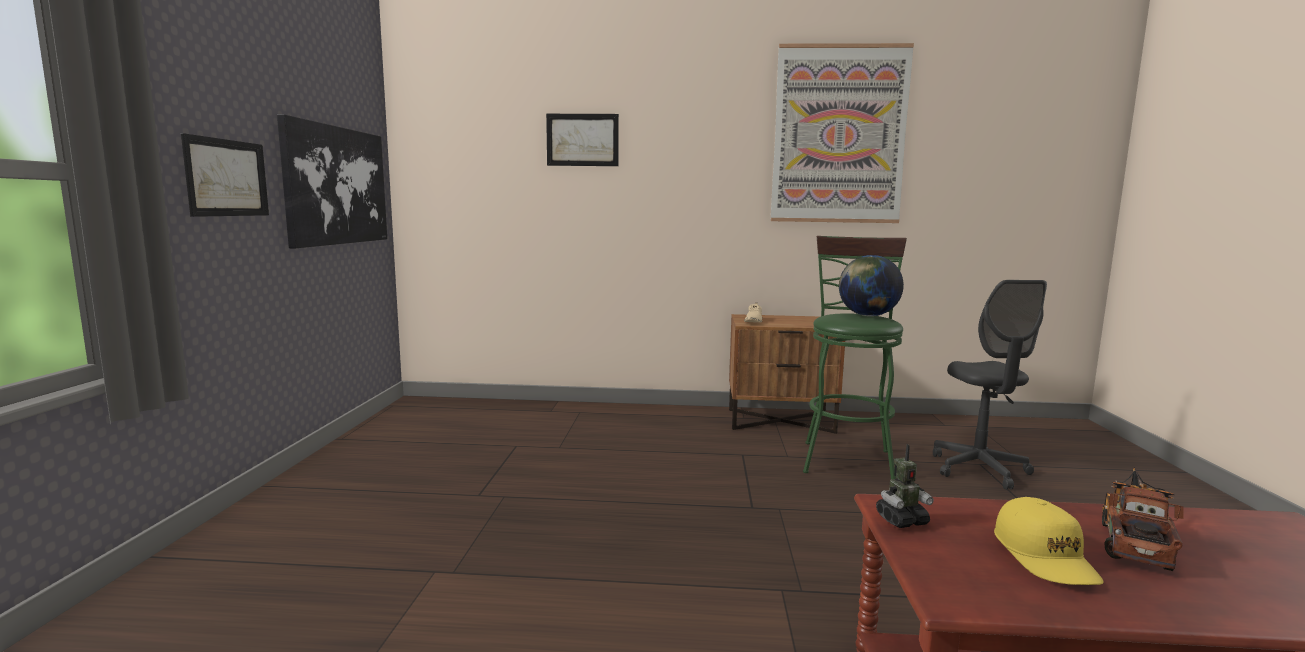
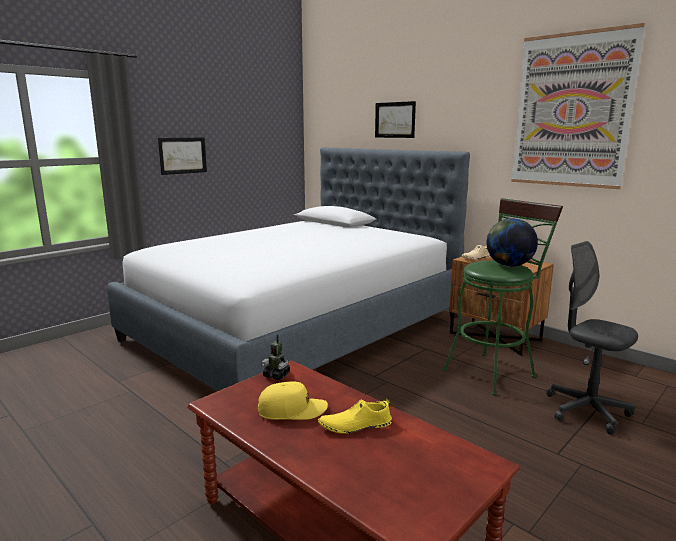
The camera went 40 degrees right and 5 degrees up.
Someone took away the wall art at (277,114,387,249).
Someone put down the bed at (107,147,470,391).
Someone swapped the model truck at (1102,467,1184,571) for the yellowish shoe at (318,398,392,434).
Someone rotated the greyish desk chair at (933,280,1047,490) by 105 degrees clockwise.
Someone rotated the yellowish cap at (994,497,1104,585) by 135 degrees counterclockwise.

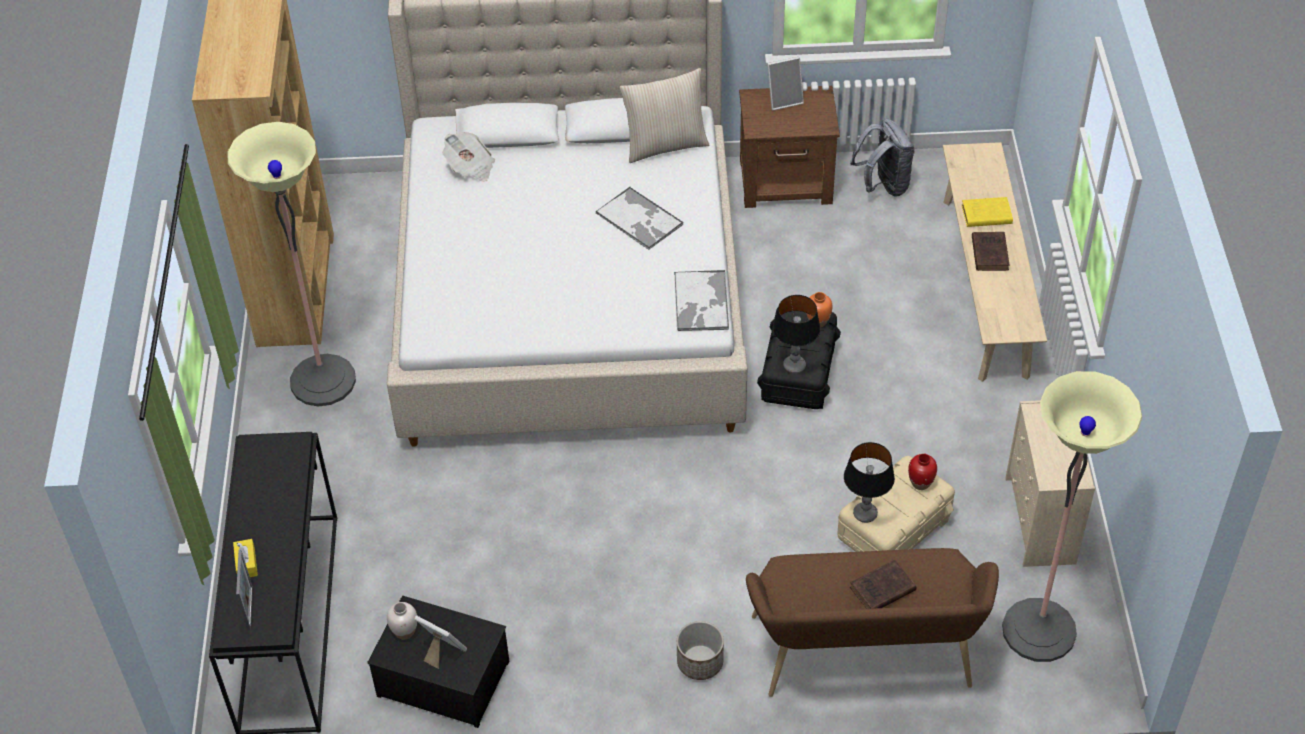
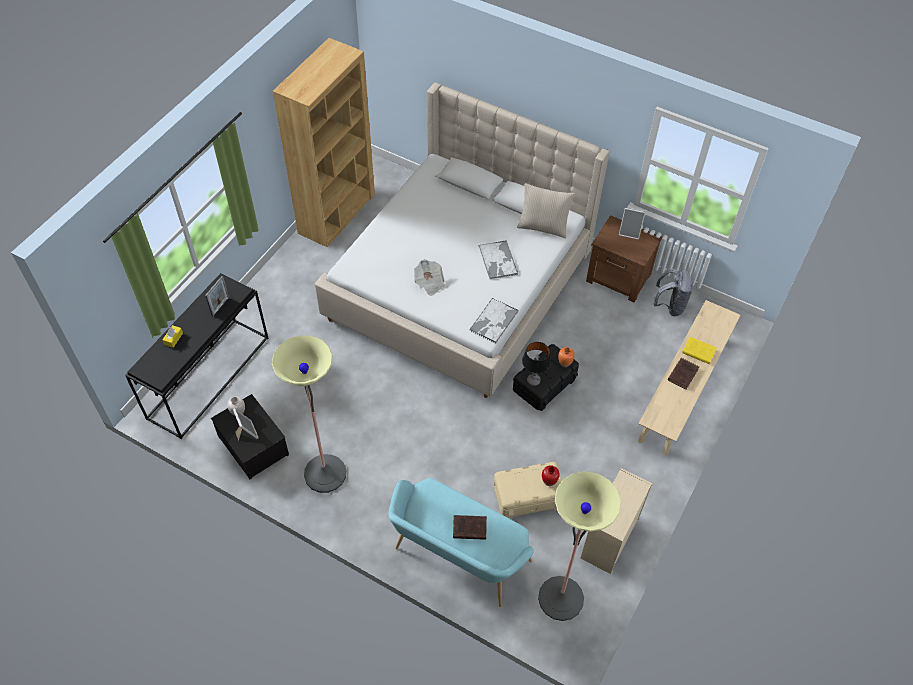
The camera went 30 degrees right and 5 degrees up.
Someone took away the flower pot at (677,621,724,680).
Someone took away the table lamp at (844,442,895,523).
Someone carried the standing lamp from (227,122,356,407) to (272,336,346,493).
Someone carried the picture frame from (236,550,253,630) to (205,276,229,317).
Someone carried the printed paper from (442,132,495,182) to (414,259,445,296).
Someone repainted the brown bench at (746,548,999,697), which became the turquoise-coloured bench at (388,478,534,607).

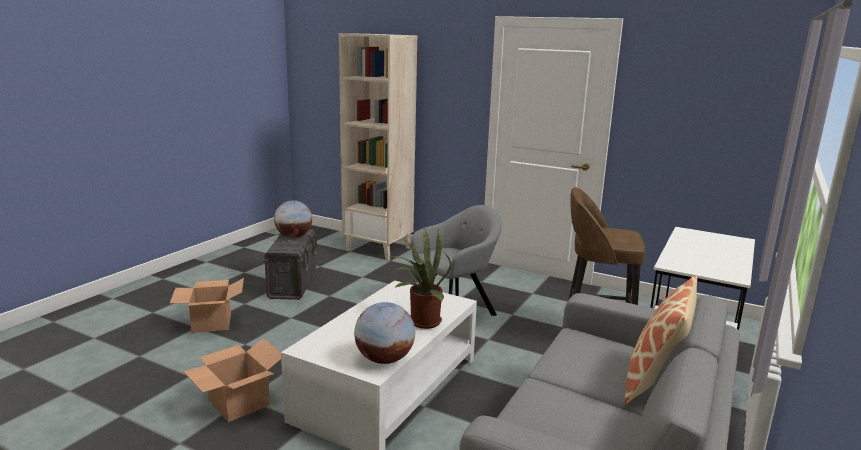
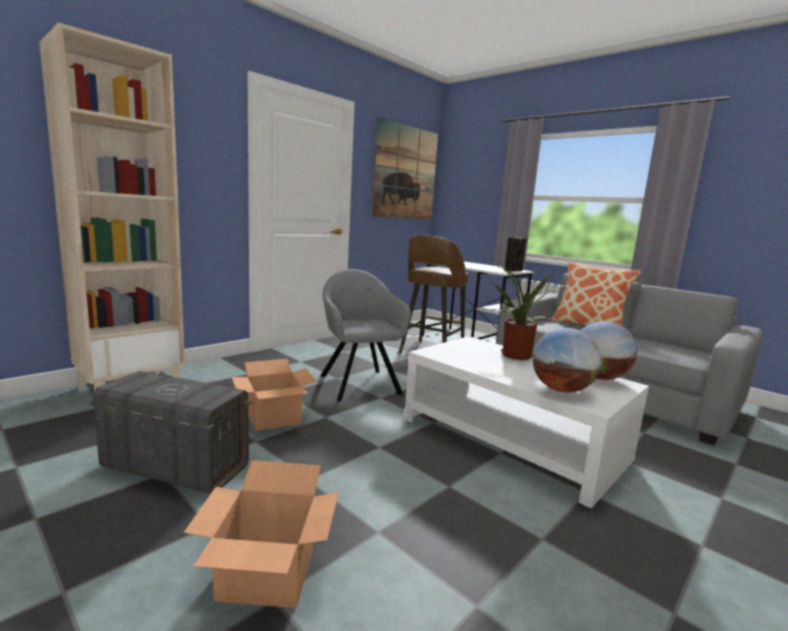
The camera went 75 degrees left and 5 degrees down.
Someone put up the wall art at (372,117,438,220).
Someone put down the black speaker at (504,238,527,272).
Someone carried the packing box from (184,338,281,422) to (232,359,317,431).
Someone carried the globe from (274,200,312,238) to (532,328,601,392).

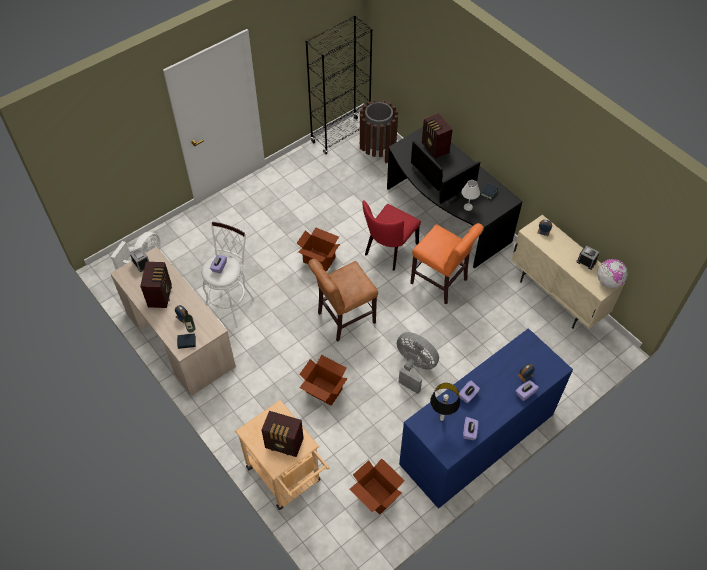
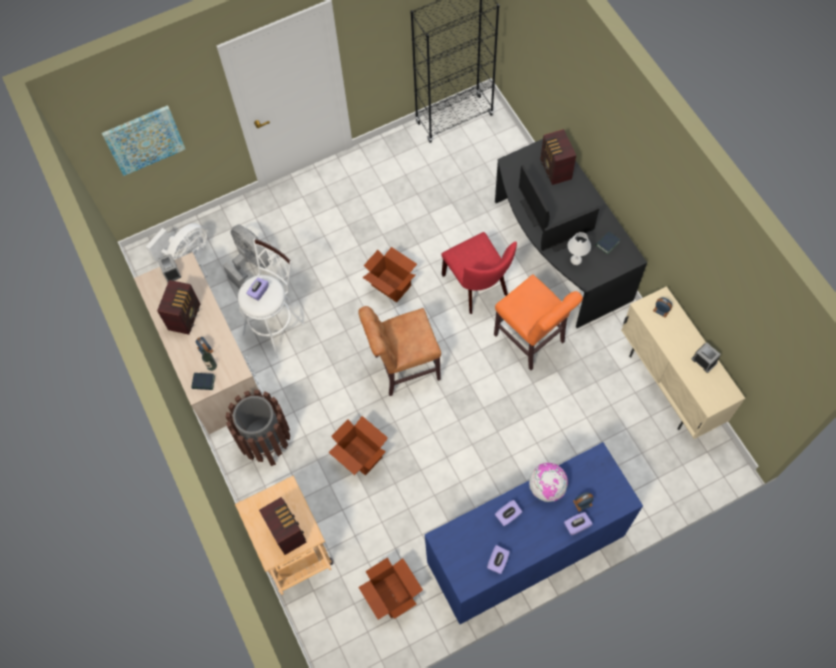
The camera went 15 degrees right and 10 degrees up.
Someone took away the table lamp at (430,383,460,421).
Someone put up the wall art at (102,105,186,176).
Someone carried the brown trash can from (360,100,398,163) to (226,390,290,466).
Someone carried the greyish electric fan from (397,332,439,394) to (223,224,271,289).
Someone carried the globe from (597,259,628,288) to (529,463,568,502).
Someone rotated the radio at (261,411,304,457) by 150 degrees counterclockwise.
Someone rotated the red-coloured plain chair at (362,200,421,270) by 75 degrees counterclockwise.

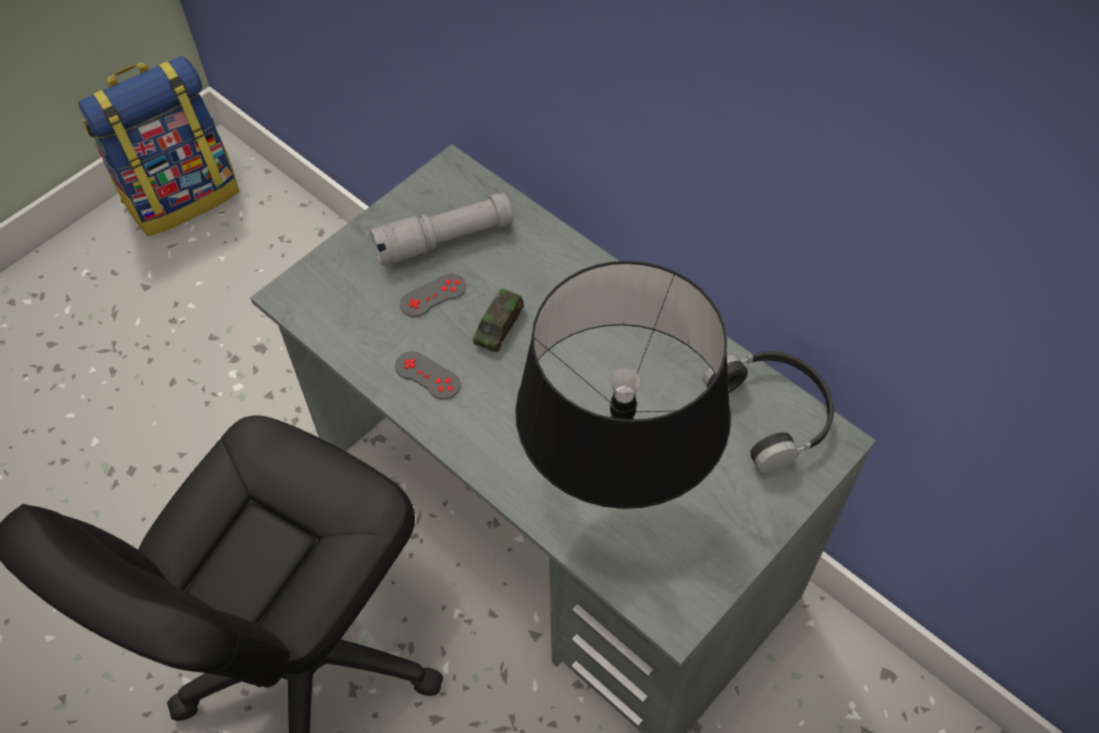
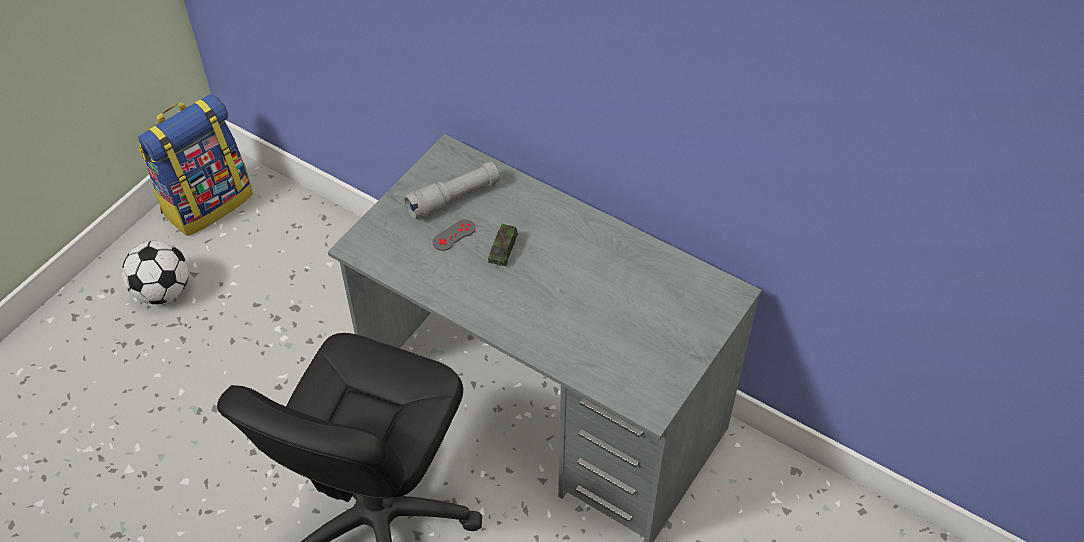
The camera went 10 degrees left and 5 degrees down.
Someone took away the greyish joypad at (395,351,461,400).
Someone took away the black table lamp at (515,261,731,509).
Someone took away the black pair of headphones at (703,351,834,473).
Someone put down the football at (122,241,189,304).

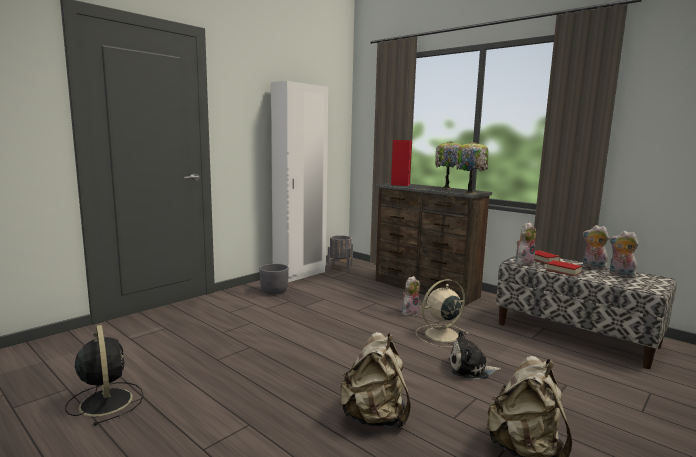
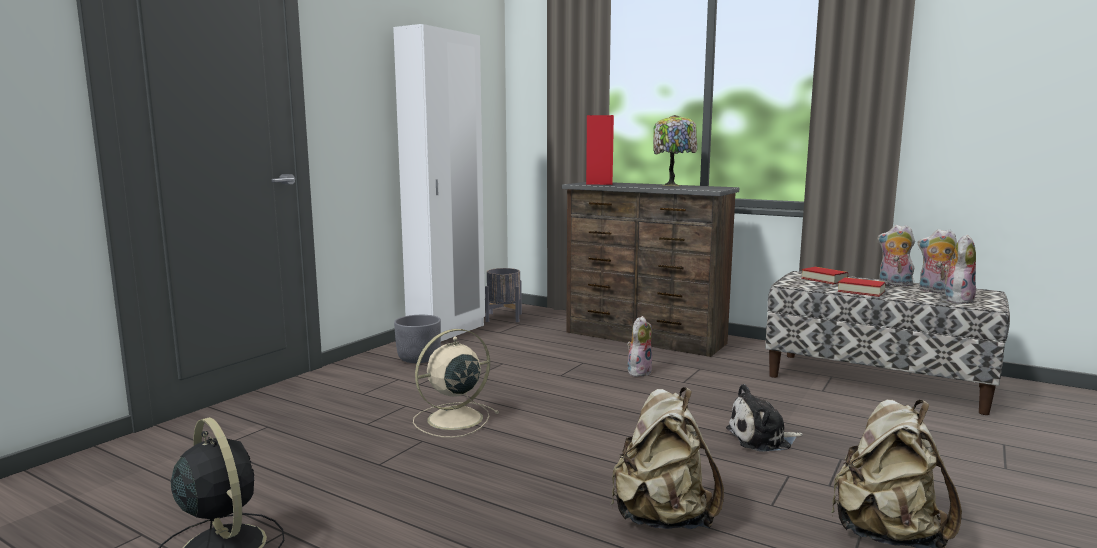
The camera went 10 degrees left and 0 degrees up.
Someone took away the table lamp at (456,142,489,194).
Someone carried the beige-coloured electric fan from (416,279,469,347) to (413,329,500,438).
Someone carried the soft toy from (515,222,537,266) to (944,234,976,304).

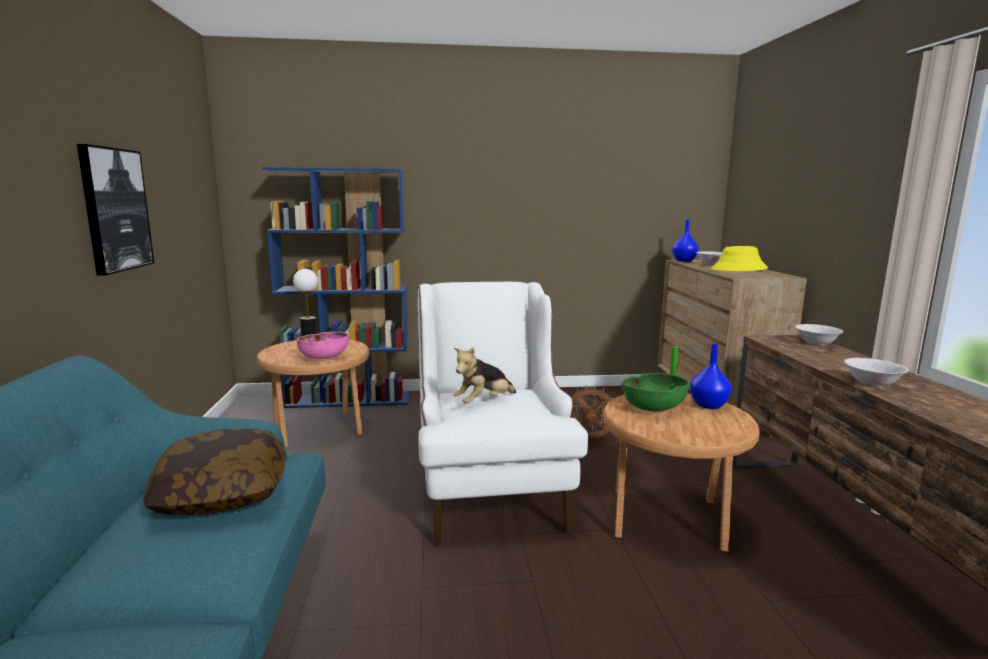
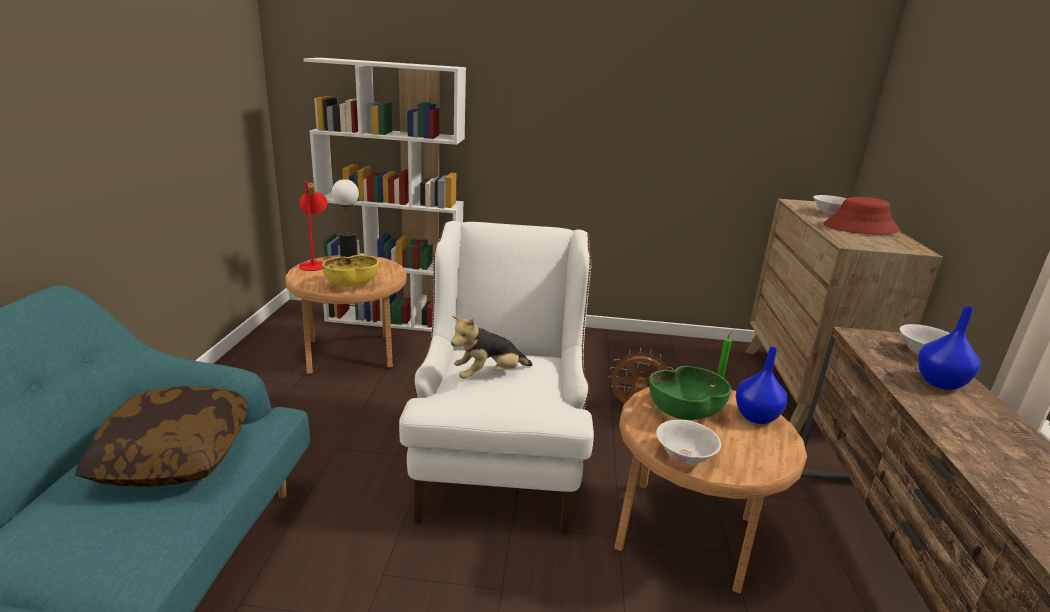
The camera went 10 degrees right and 10 degrees up.
Someone took away the wall art at (77,144,154,275).
Someone put down the red-coloured table lamp at (299,181,327,271).
Someone carried the bluish vase from (672,220,699,262) to (918,306,981,390).
Someone carried the white deep dish from (844,358,908,387) to (656,420,721,464).
Someone repainted the bluish shelving unit at (262,167,409,408), which became the white shelving unit at (304,58,466,332).
Someone repainted the pinkish deep dish at (297,332,349,359), which became the yellowish deep dish at (322,255,379,287).
Someone repainted the yellowish clothing hat at (711,246,768,271), which became the red-coloured clothing hat at (823,197,900,234).

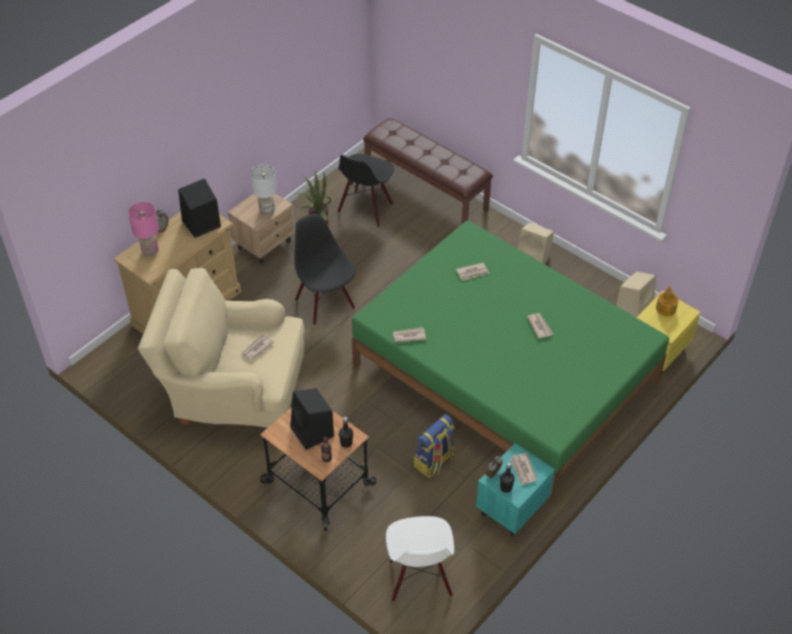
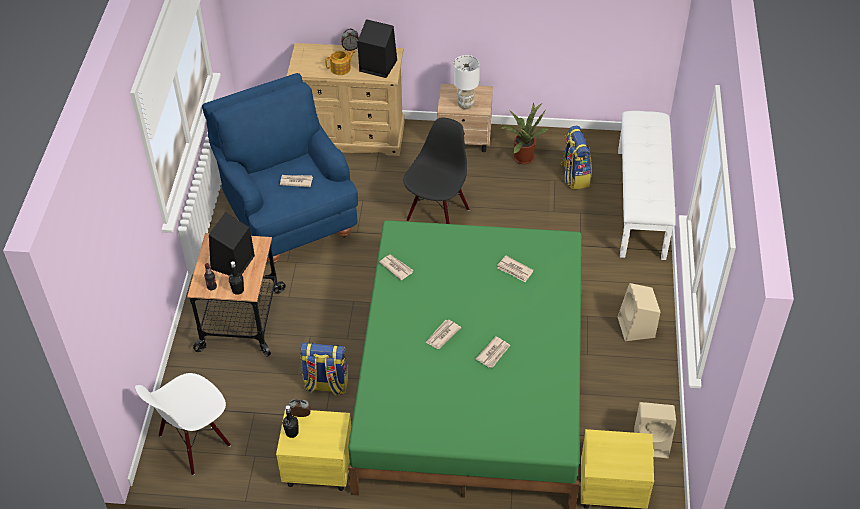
The camera went 55 degrees right and 0 degrees up.
Someone took away the pinkish table lamp at (128,202,159,257).
Someone carried the printed paper from (510,453,537,485) to (426,320,461,349).
Someone carried the pot for tea from (656,286,679,316) to (325,50,355,75).
Someone swapped the black plain chair at (337,154,394,227) for the knapsack at (560,126,592,189).
Someone repainted the beige-coloured armchair at (138,268,305,428), which became the bluish armchair at (202,73,358,264).
Someone repainted the brown bench at (363,118,493,224), which became the white bench at (618,111,676,260).
Someone repainted the turquoise-coloured nightstand at (476,443,555,537), which became the yellowish nightstand at (276,408,351,491).

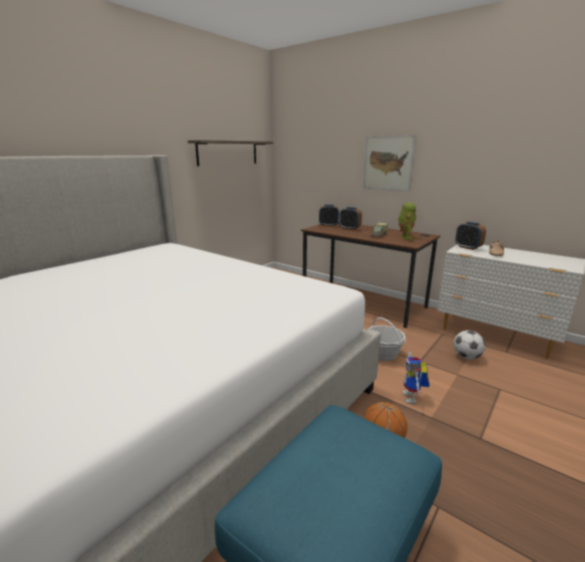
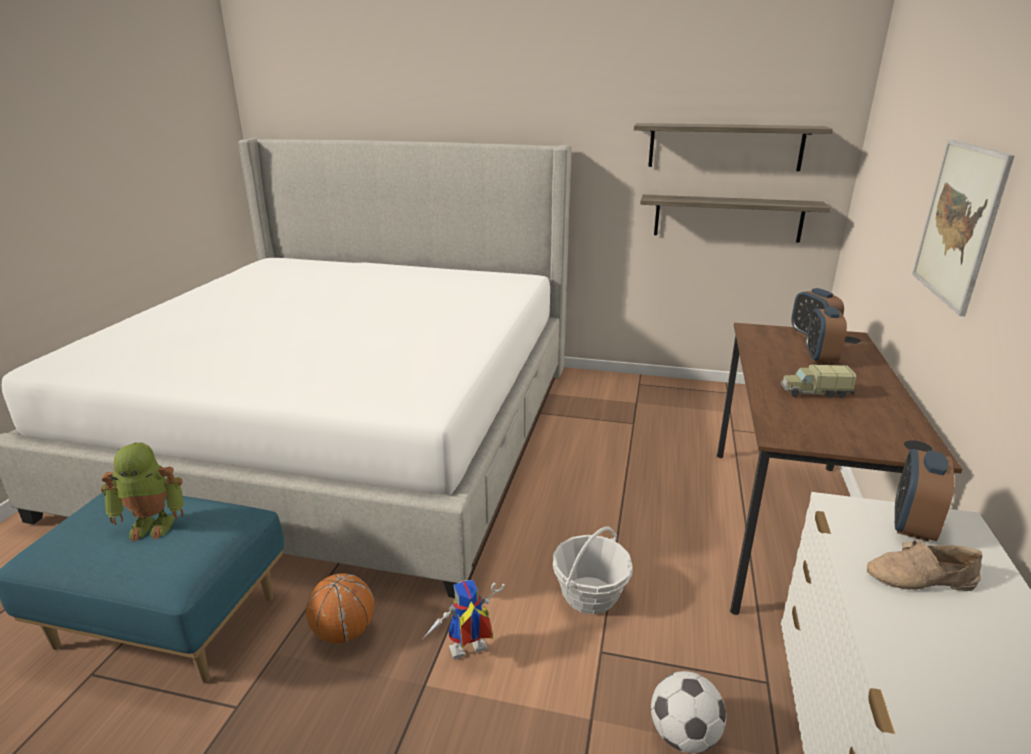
The camera went 65 degrees right and 5 degrees up.
Someone put up the wall shelf at (640,195,831,243).
Someone carried the robot figure from (398,202,416,240) to (101,442,184,542).

